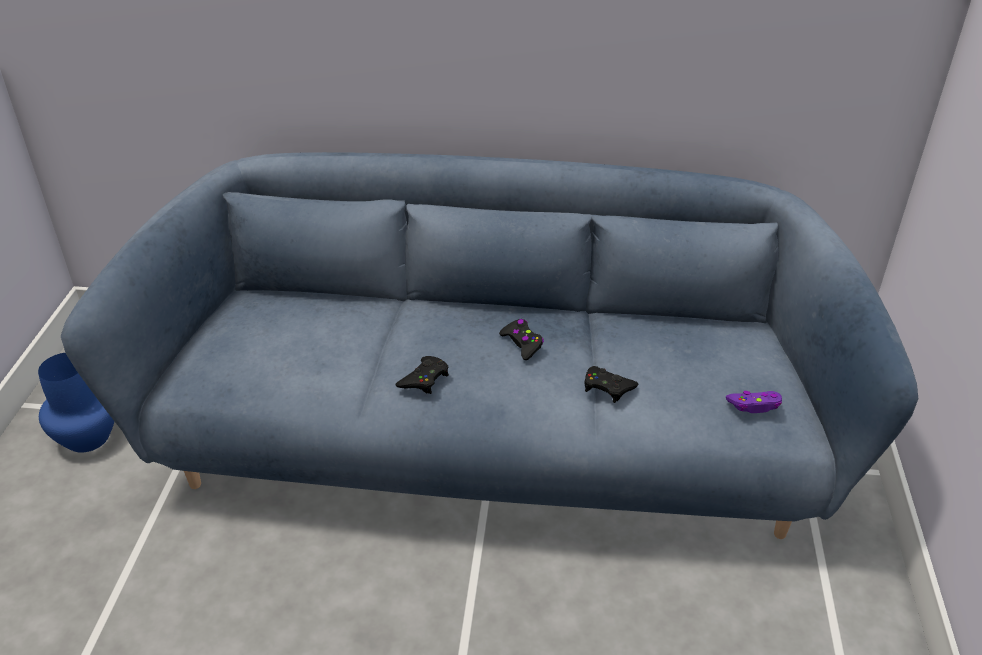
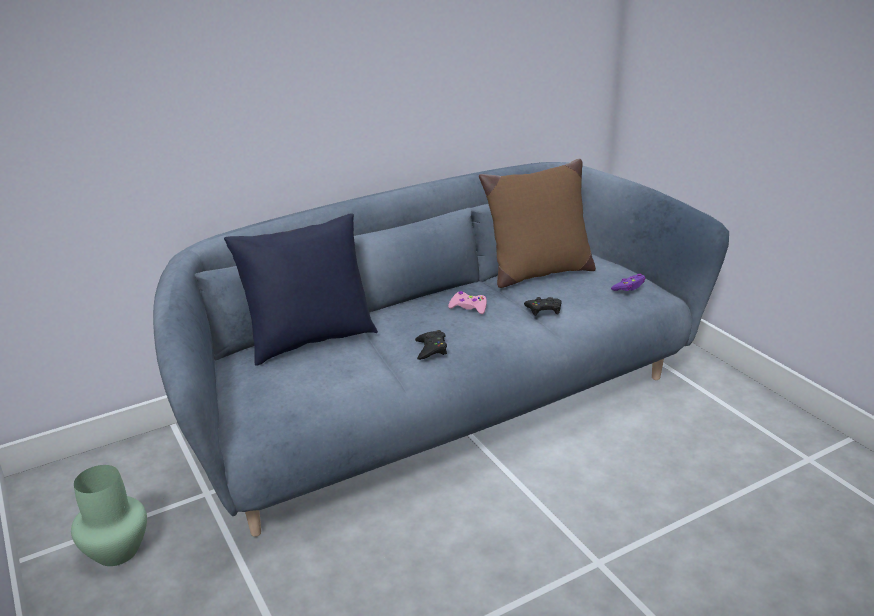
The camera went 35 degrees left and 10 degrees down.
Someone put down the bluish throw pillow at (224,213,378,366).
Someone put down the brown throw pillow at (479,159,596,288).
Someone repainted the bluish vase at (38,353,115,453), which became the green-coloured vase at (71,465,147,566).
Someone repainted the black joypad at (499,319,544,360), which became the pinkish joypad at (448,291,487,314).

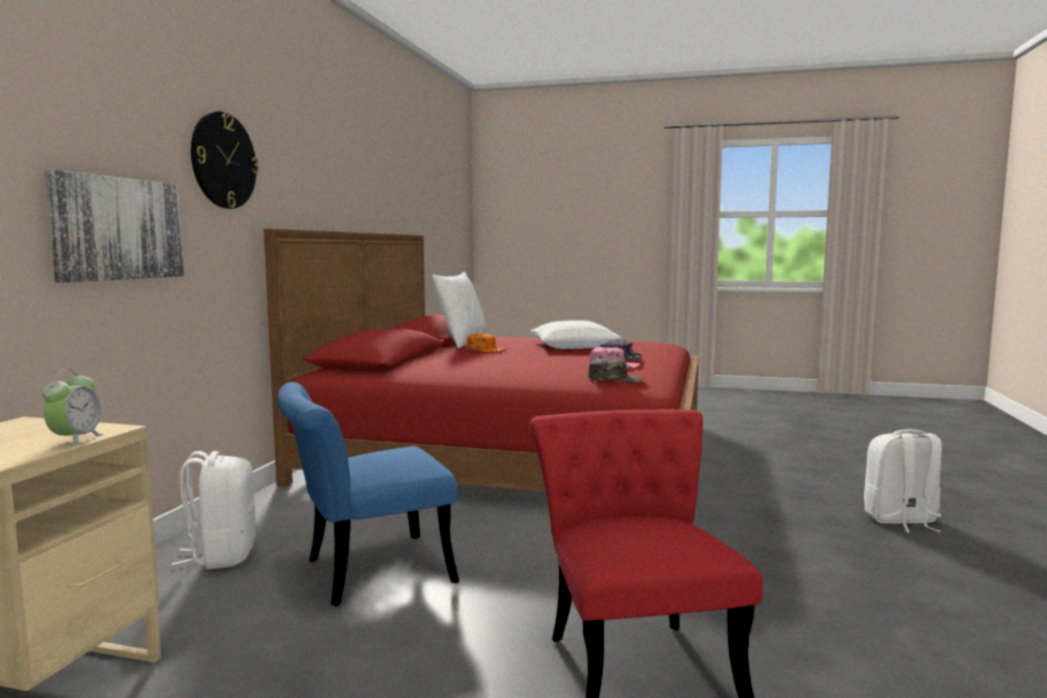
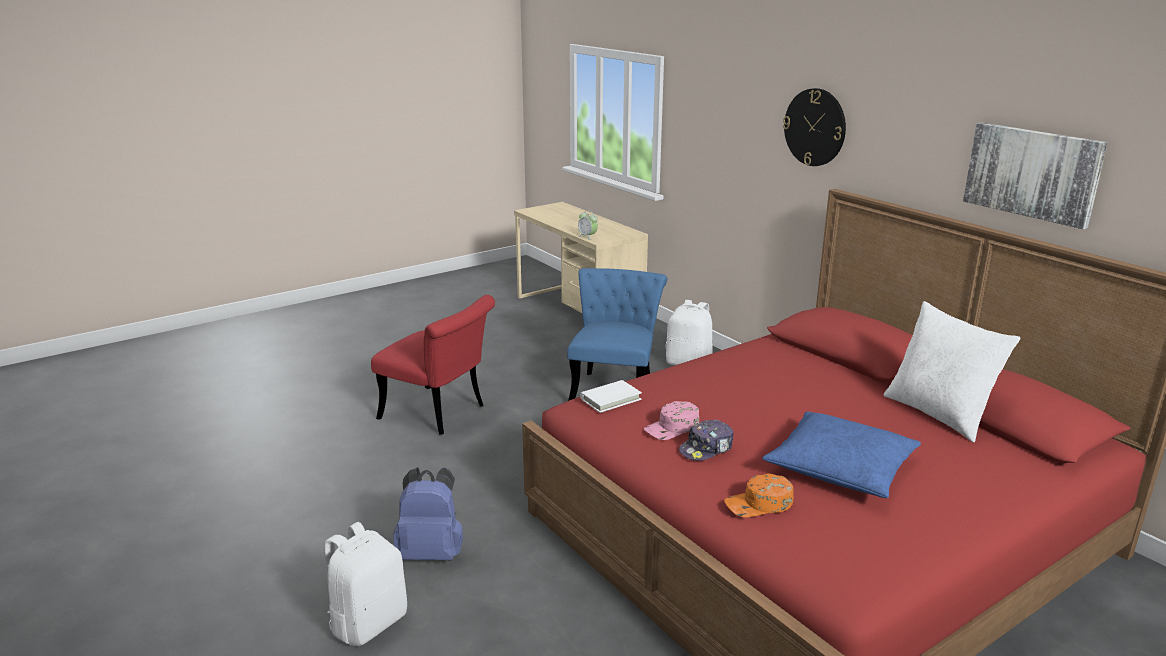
The camera went 130 degrees right and 15 degrees up.
Someone put down the bluish knapsack at (393,467,463,560).
Someone carried the wall art from (45,170,184,283) to (963,123,1108,229).
Someone carried the orange cap from (467,333,507,352) to (724,473,794,517).
Someone swapped the green-coloured cap at (588,358,644,383) for the white book at (580,380,642,413).
Someone repainted the white throw pillow at (530,320,621,349), which became the bluish throw pillow at (762,412,921,498).

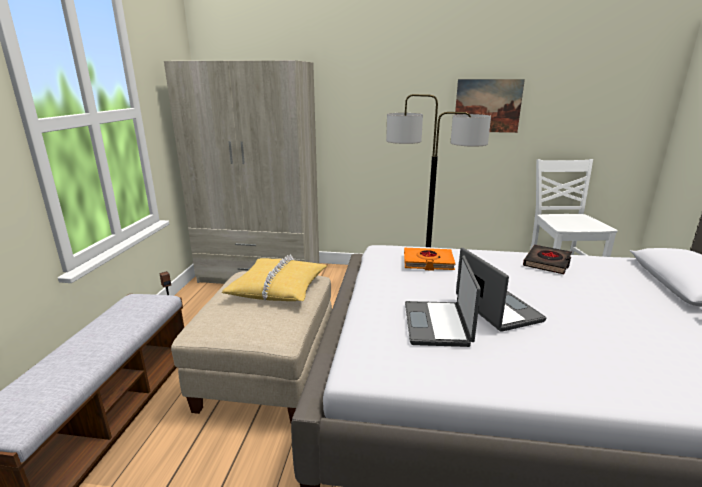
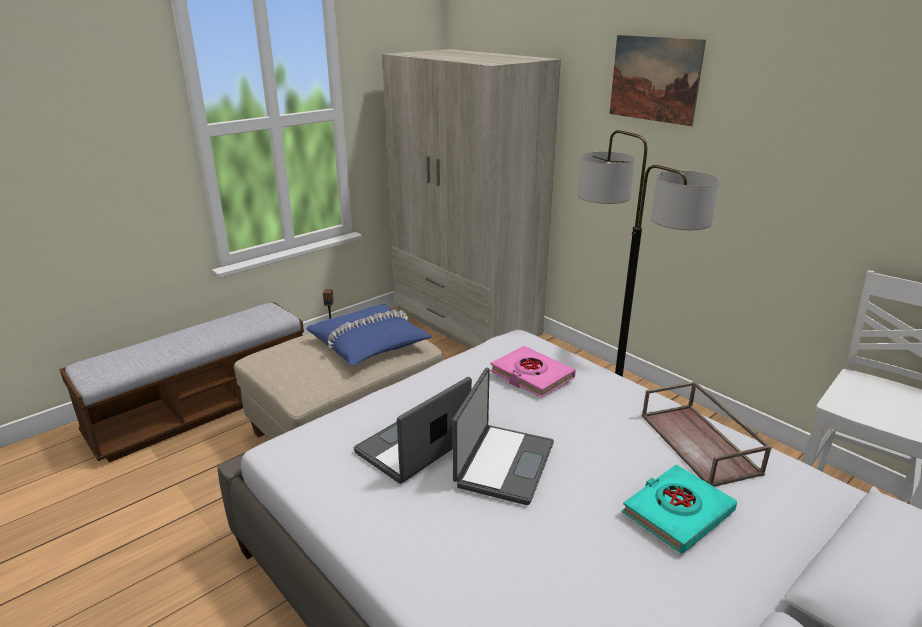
The camera went 40 degrees right and 5 degrees up.
Someone put down the turquoise-coloured book at (622,464,737,554).
Someone carried the wall art from (455,79,525,133) to (609,35,706,126).
Someone swapped the black book at (523,245,572,274) for the brown tray at (642,381,772,487).
Someone repainted the yellowish throw pillow at (222,255,327,301), which became the bluish throw pillow at (306,305,432,366).
Someone repainted the orange book at (404,248,455,271), which became the pinkish book at (490,346,576,398).

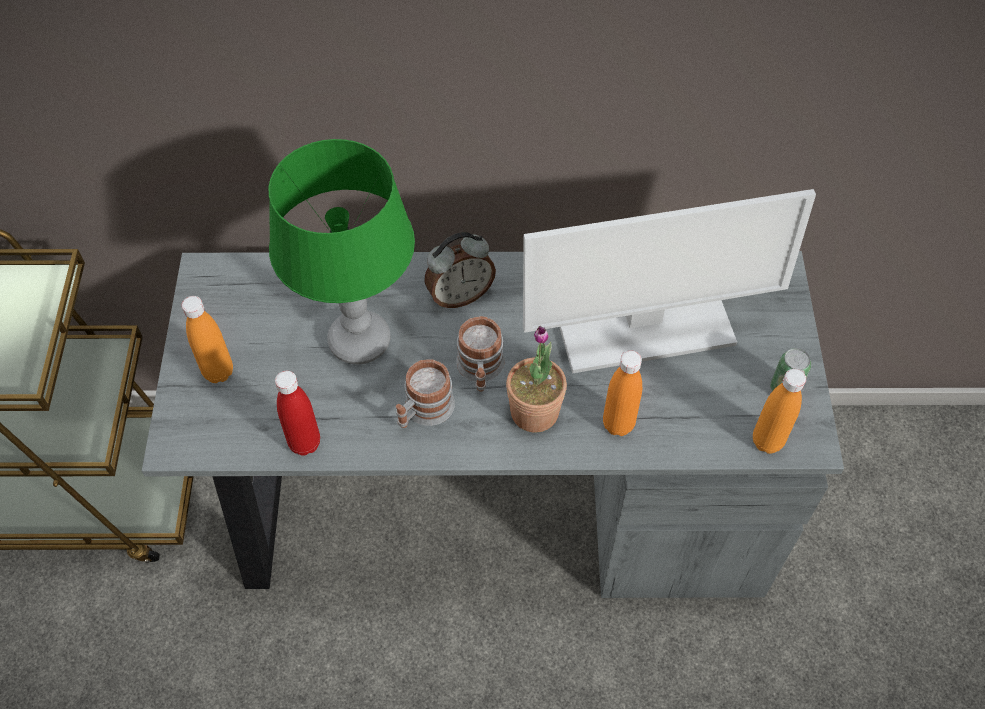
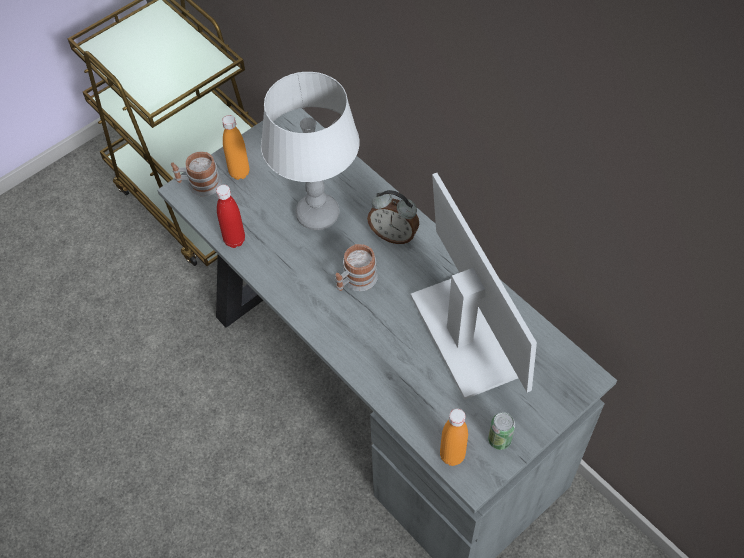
The camera went 50 degrees right and 0 degrees up.
Someone took away the potted plant at (506,326,567,432).
Someone took away the orange bottle at (603,351,642,436).
Someone carried the coffee mug from (396,359,455,428) to (171,152,221,197).
Someone repainted the green-coloured table lamp at (269,139,415,364), which became the greyish table lamp at (261,72,360,230).
Someone rotated the monitor at (523,189,816,373) by 150 degrees counterclockwise.

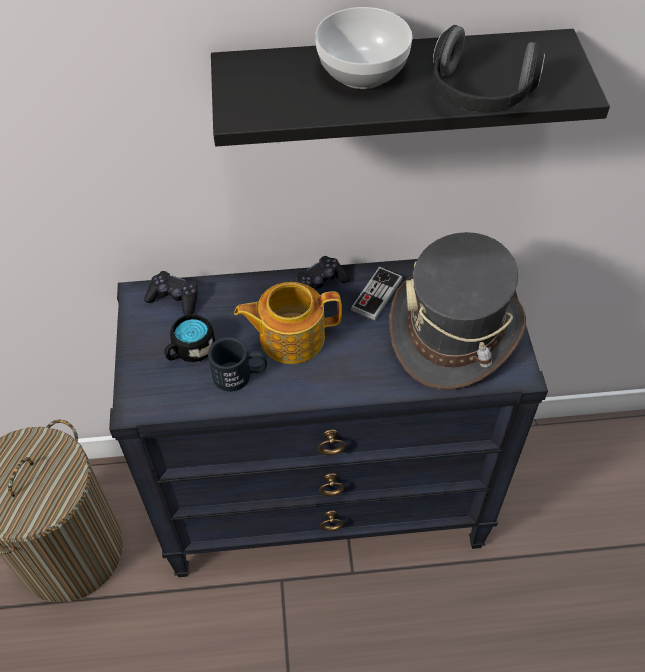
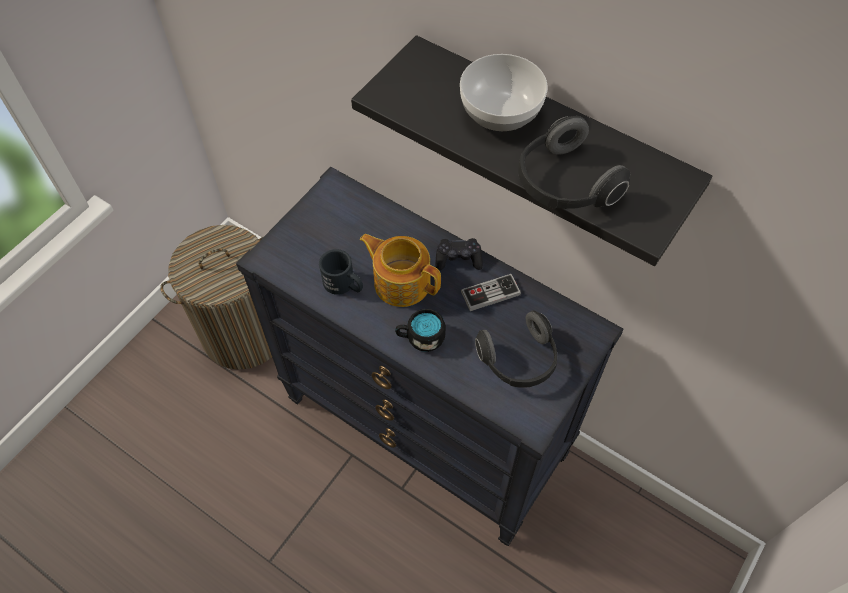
The camera went 40 degrees right and 5 degrees up.
Someone took away the black joypad at (144,271,198,315).
Someone carried the black coffee mug from (164,314,215,362) to (395,309,446,352).
Someone swapped the greyish clothing hat at (389,232,526,390) for the pair of headphones at (475,310,557,388).

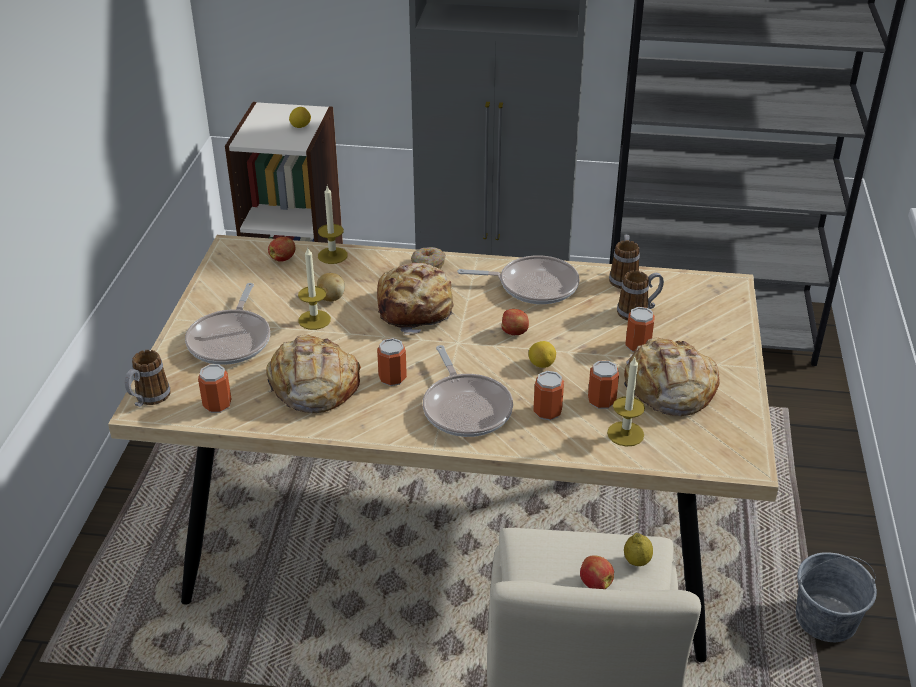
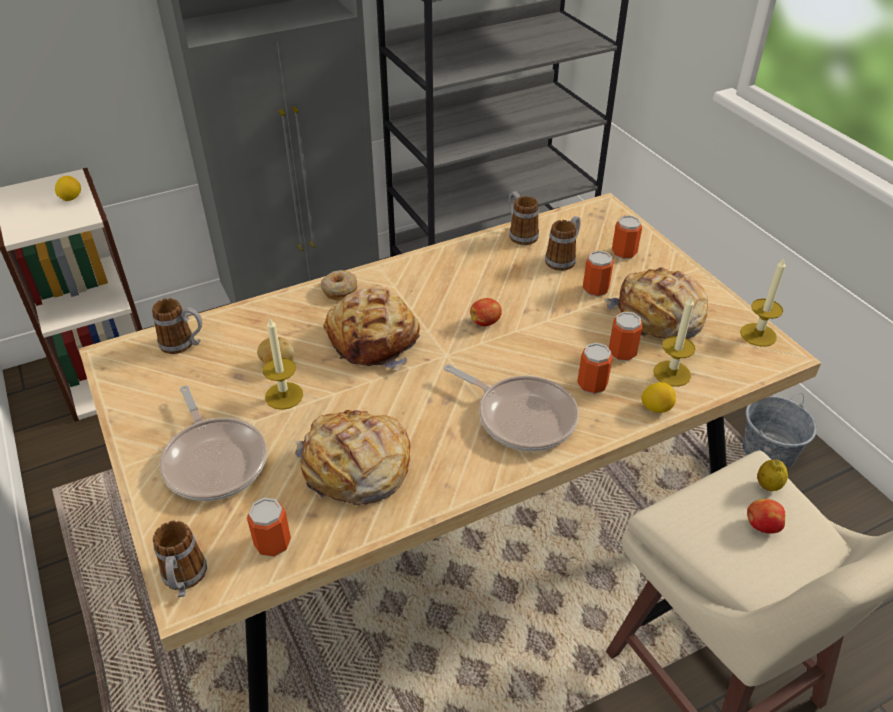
The camera went 35 degrees left and 5 degrees up.
Someone took away the skillet at (457,255,579,304).
Someone carried the wax light from (318,186,348,264) to (740,258,785,347).
Someone carried the metal can from (377,338,407,386) to (612,215,642,259).
Someone carried the whole lemon from (528,341,556,368) to (641,382,676,413).
Someone swapped the whole apple at (268,237,295,262) for the coffee mug at (152,298,202,354).

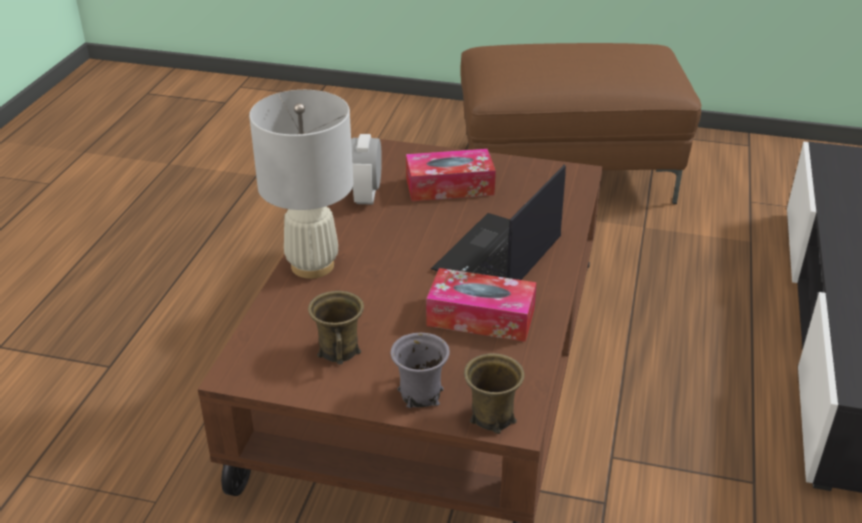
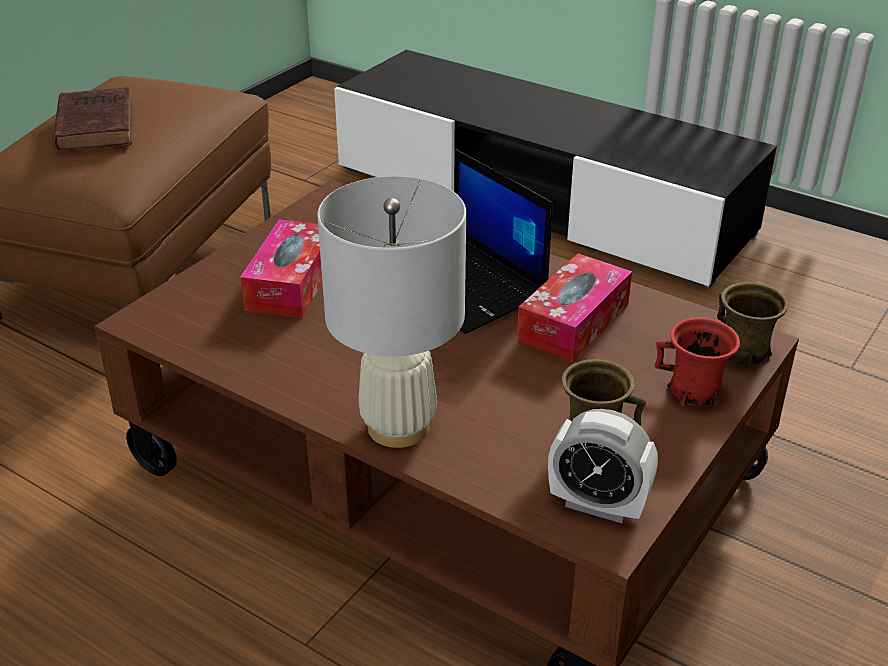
The camera went 70 degrees left and 0 degrees up.
Someone put down the brown book at (53,87,132,152).
Someone carried the table clock from (351,134,382,205) to (548,409,658,523).
Someone repainted the greyish coffee mug at (391,333,450,408), which became the red-coloured coffee mug at (655,317,740,406).

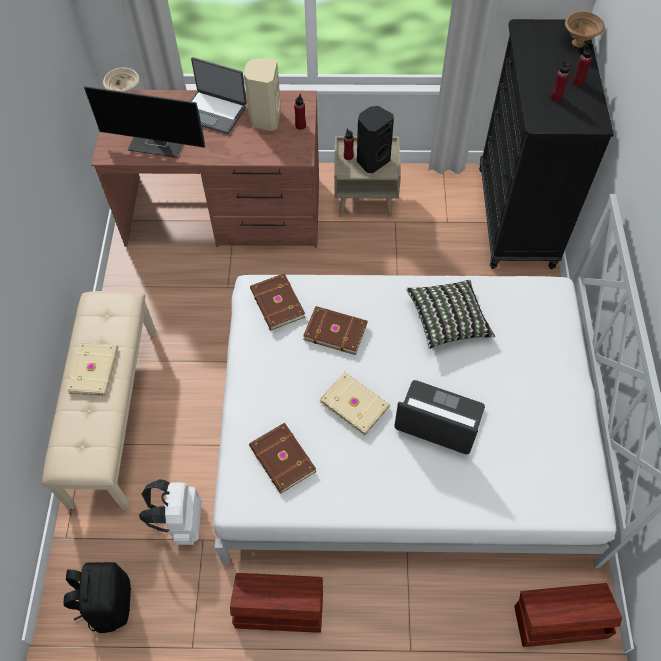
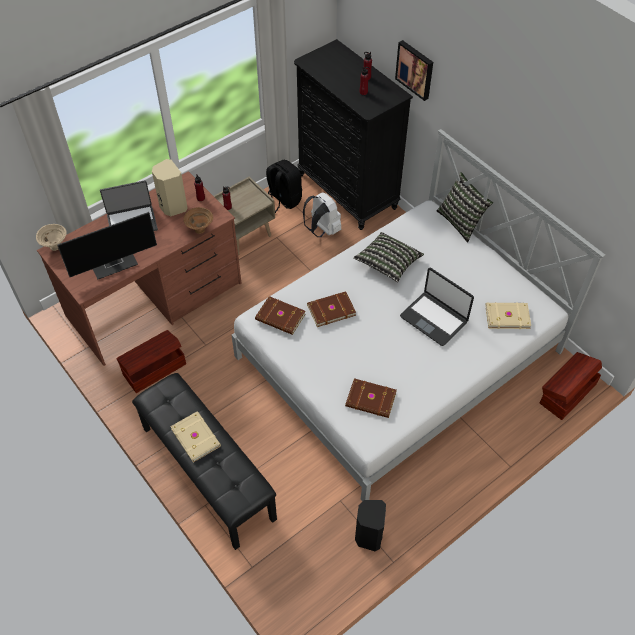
The camera went 40 degrees left and 5 degrees down.
Someone put up the wall art at (395,40,433,101).
Someone put down the throw pillow at (437,172,493,243).
Someone carried the black knapsack from (63,562,131,633) to (266,160,302,213).
Someone carried the white knapsack from (139,479,202,545) to (303,192,341,237).
Someone carried the brown storage box from (230,573,323,633) to (116,330,186,393).
Someone carried the beige-coloured book from (320,372,390,436) to (485,302,531,329).
Someone carried the black speaker from (357,106,394,173) to (355,500,386,552).
Someone carried the brown deep dish from (565,11,605,48) to (183,207,213,234).
Someone repainted the beige-coloured bench at (42,291,156,510), which became the black bench at (132,373,277,550).
Someone rotated the laptop at (395,380,485,454) by 120 degrees counterclockwise.

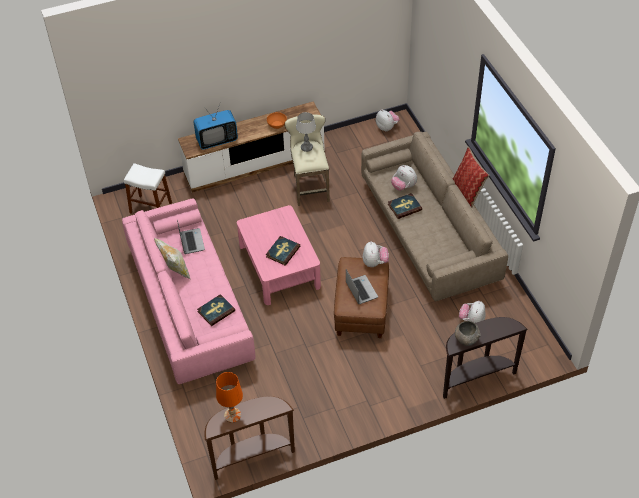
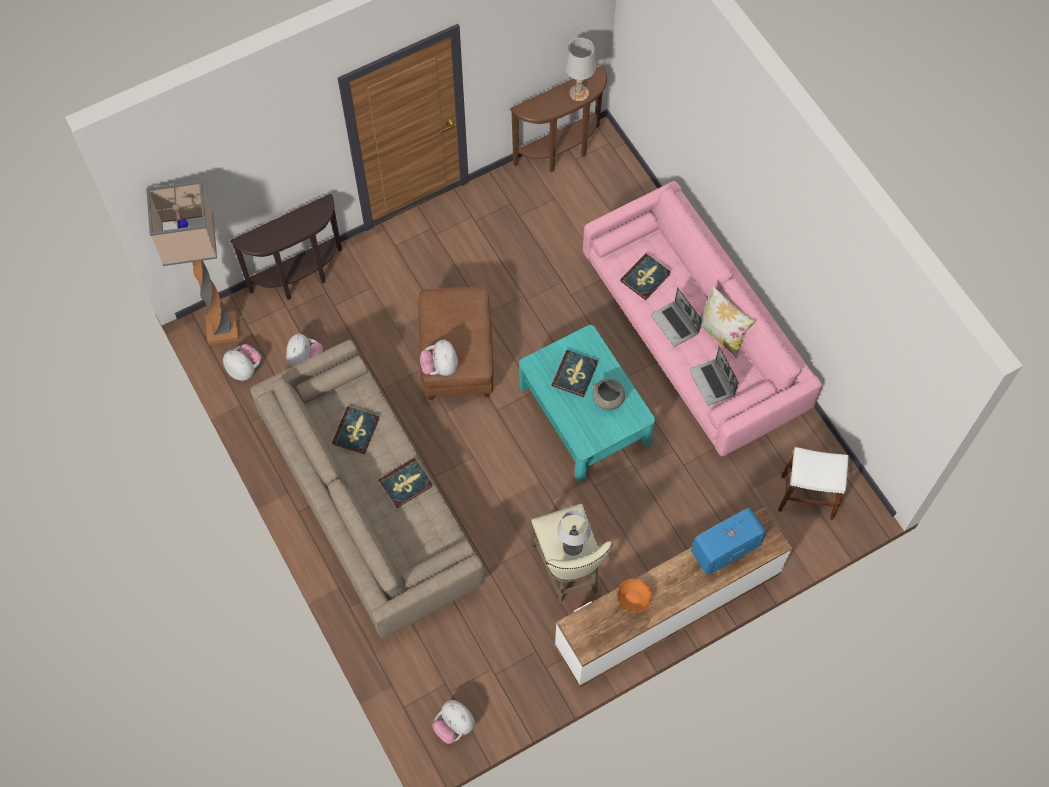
The camera went 170 degrees right and 15 degrees up.
Someone took away the throw pillow at (452,147,490,208).
Someone put down the standing lamp at (146,180,239,345).
Someone put down the book at (332,407,379,454).
Someone carried the laptop from (346,269,378,304) to (651,287,702,347).
Someone carried the soft toy from (391,165,417,191) to (223,344,262,381).
Someone carried the greyish deep dish from (455,321,481,346) to (591,378,625,410).
Someone repainted the orange table lamp at (216,372,243,423), which became the white table lamp at (565,38,596,101).
Someone repainted the pinkish coffee table at (237,205,321,305), which became the turquoise-coloured coffee table at (519,325,655,481).

